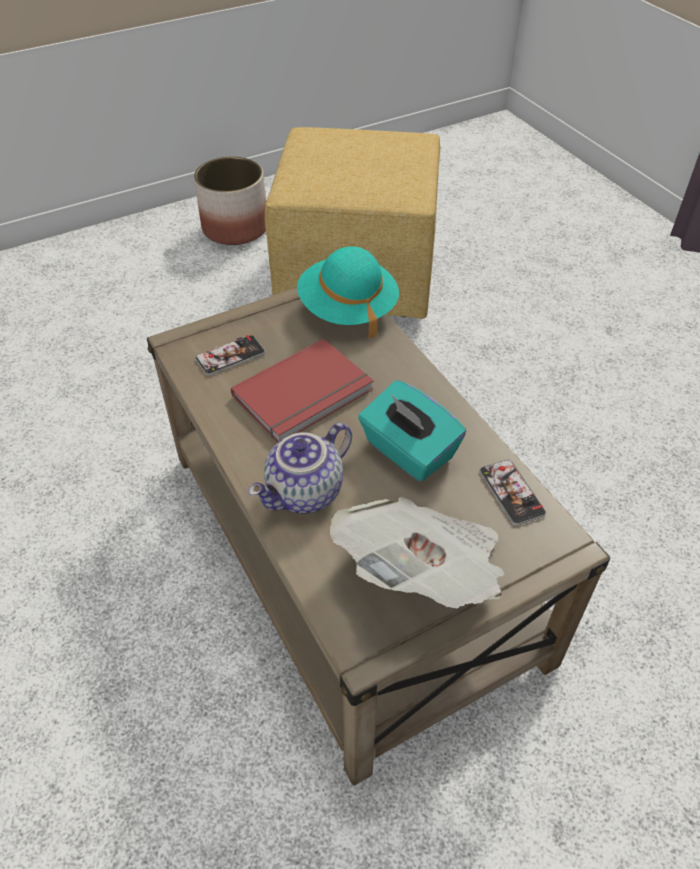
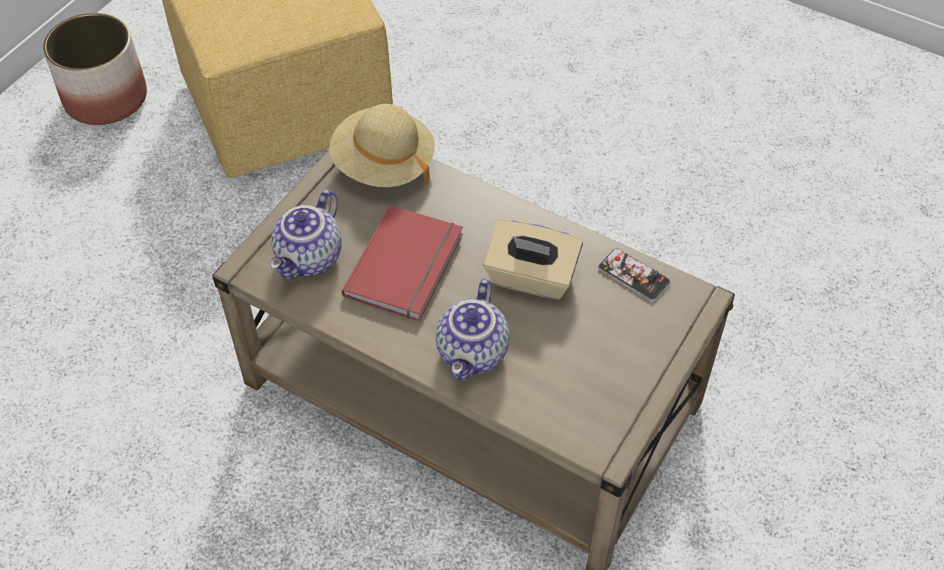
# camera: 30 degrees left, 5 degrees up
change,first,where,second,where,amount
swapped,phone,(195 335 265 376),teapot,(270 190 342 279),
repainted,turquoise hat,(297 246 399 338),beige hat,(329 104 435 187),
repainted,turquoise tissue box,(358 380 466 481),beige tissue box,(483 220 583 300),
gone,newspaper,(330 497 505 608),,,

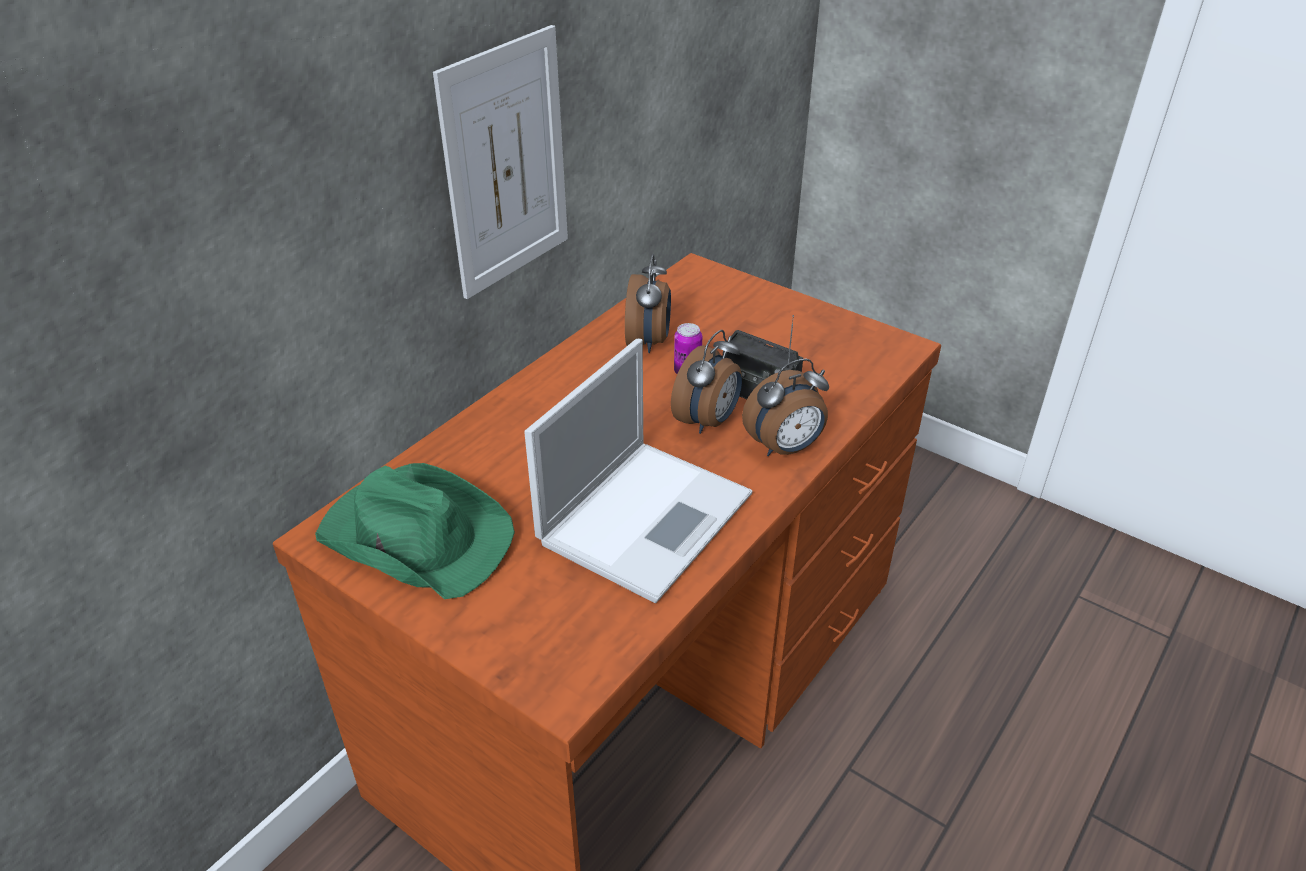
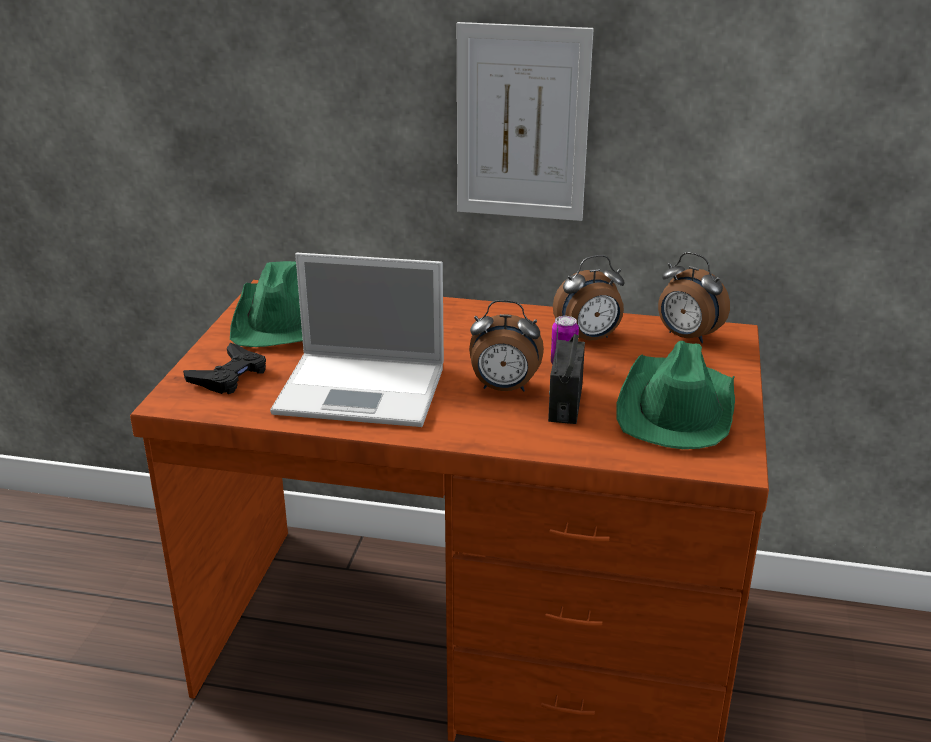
# camera: 65 degrees right, 10 degrees down
change,first,where,second,where,amount
new,,,black game controller,(183 343 266 394),
new,,,green hat,(616 341 735 449),
shifted,alarm clock,(742 359 829 456),,(658 252 730 343),

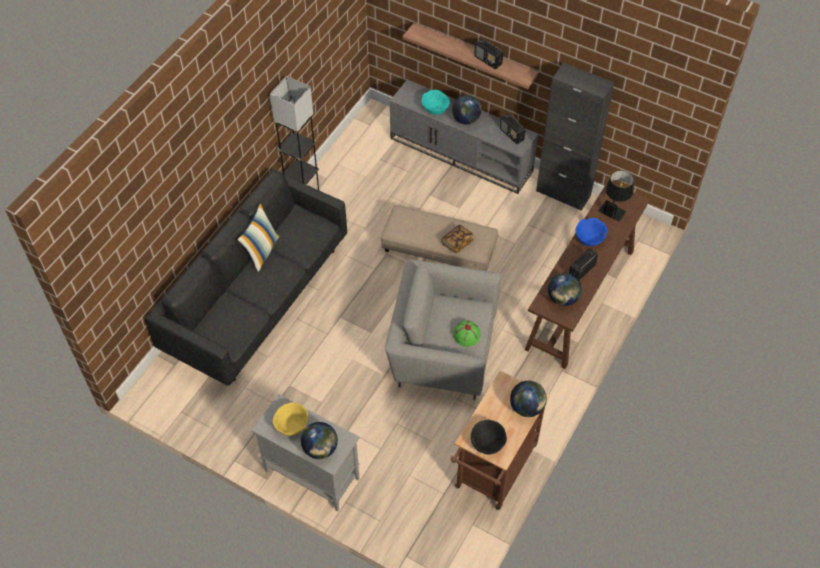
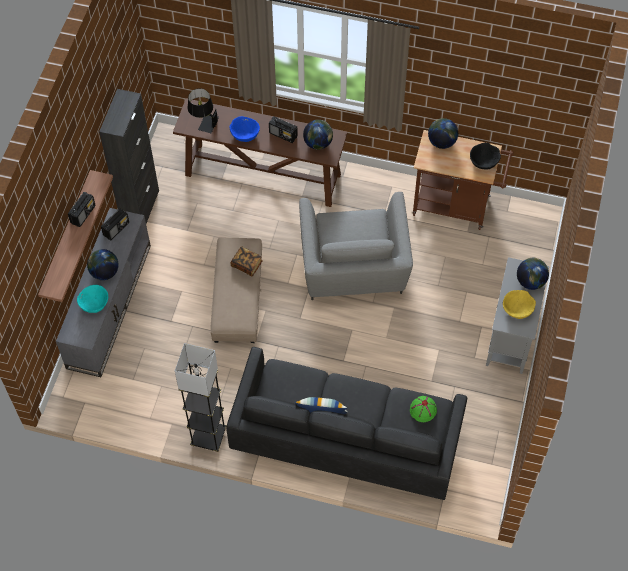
# camera: 105 degrees left, 5 degrees up
change,first,where,second,where,amount
shifted,green hat,(453 321 481 347),,(410 396 437 422),

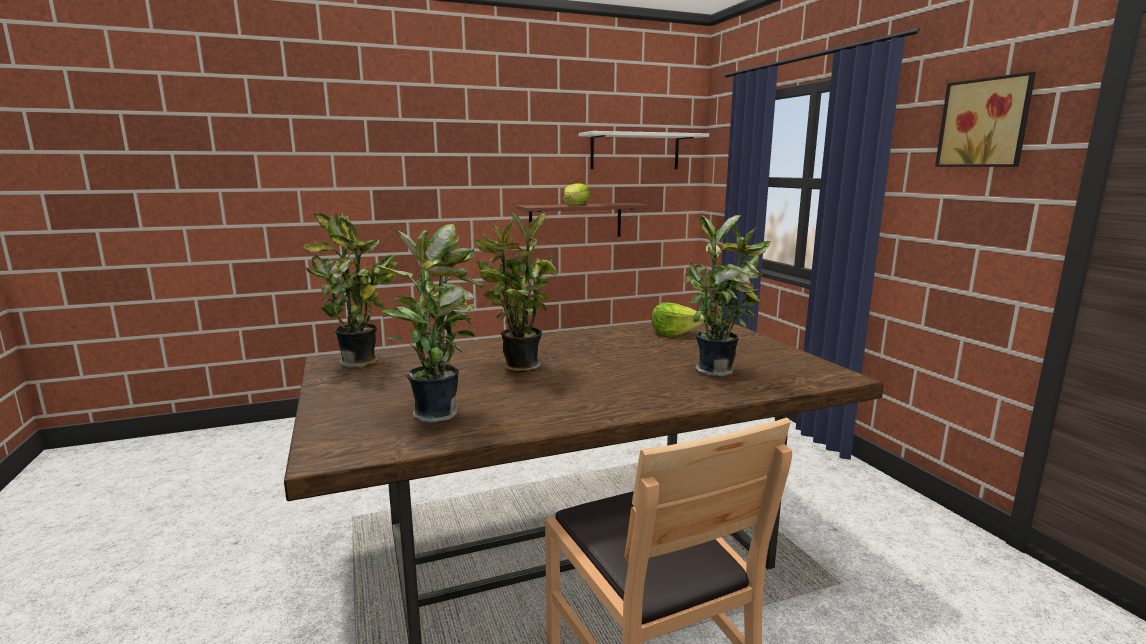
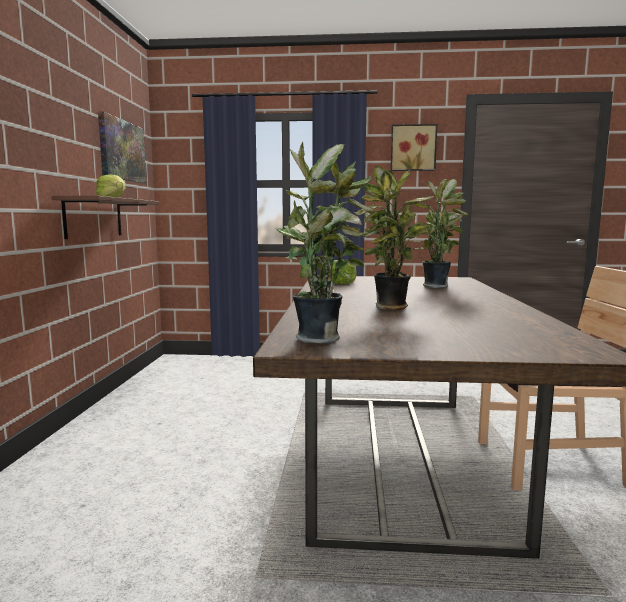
# camera: 65 degrees left, 5 degrees down
change,first,where,second,where,amount
swapped,white shelf,(578 131 709 169),picture,(98 111 146 183),
gone,potted plant,(377 224 487 423),,,

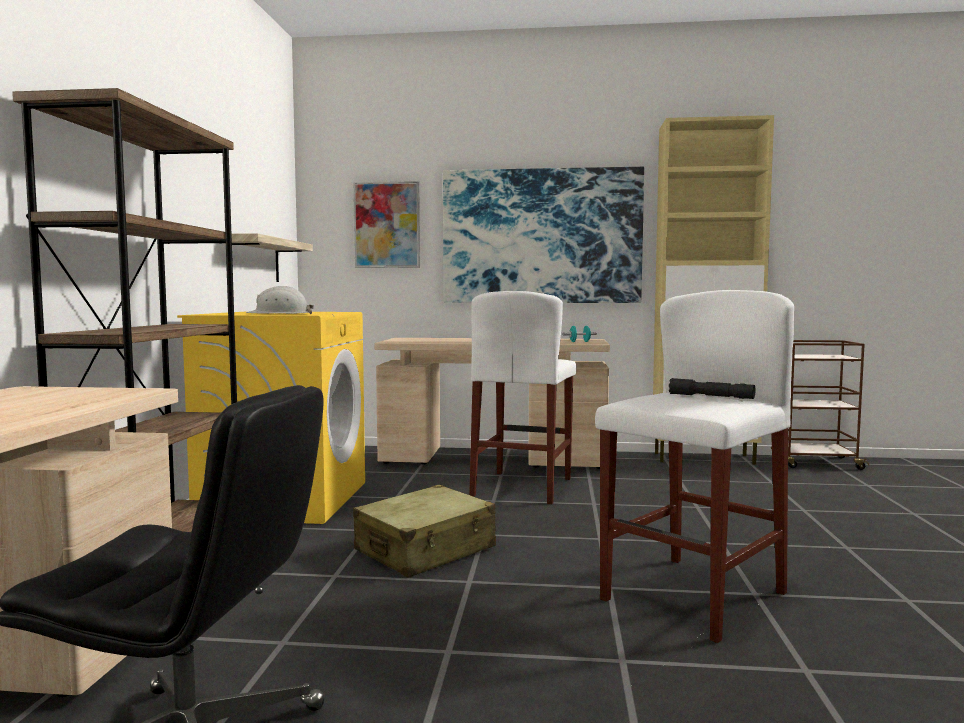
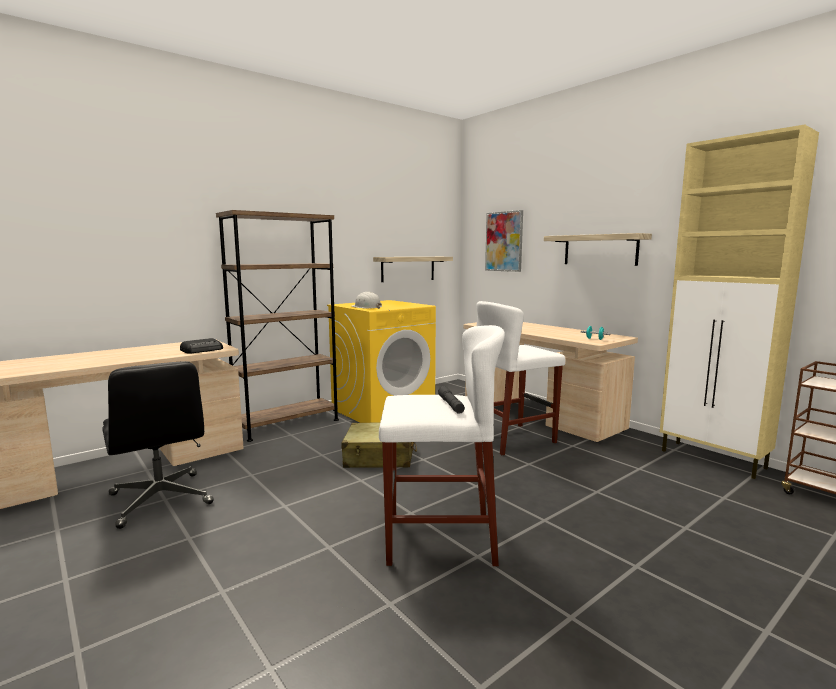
# camera: 45 degrees right, 5 degrees up
change,first,where,second,where,amount
new,,,radio,(180 338 223 354),
swapped,picture,(443 167 644 303),shelf,(544 233 652 266),

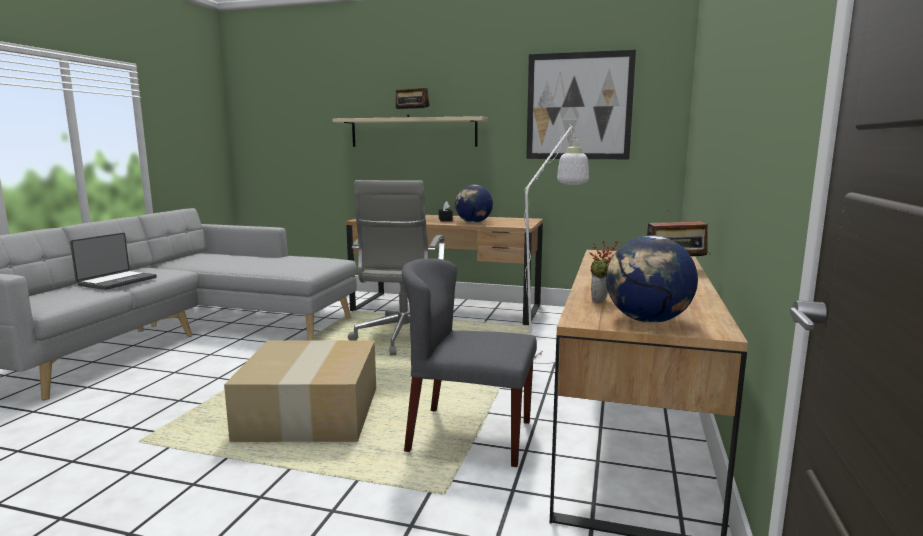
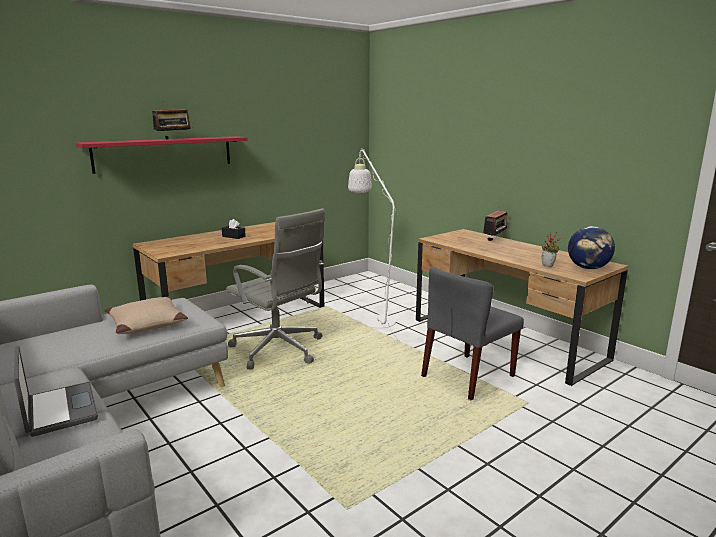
# camera: 55 degrees left, 5 degrees up
change,first,where,second,where,amount
repainted,beige shelf,(333 116 488 147),red shelf,(75 136 248 174),
new,,,beige pillow,(104 297 188 334),
gone,cardboard box,(224 340 376 442),,,
gone,globe,(455 185 493 223),,,
gone,picture,(526 50 636 159),,,

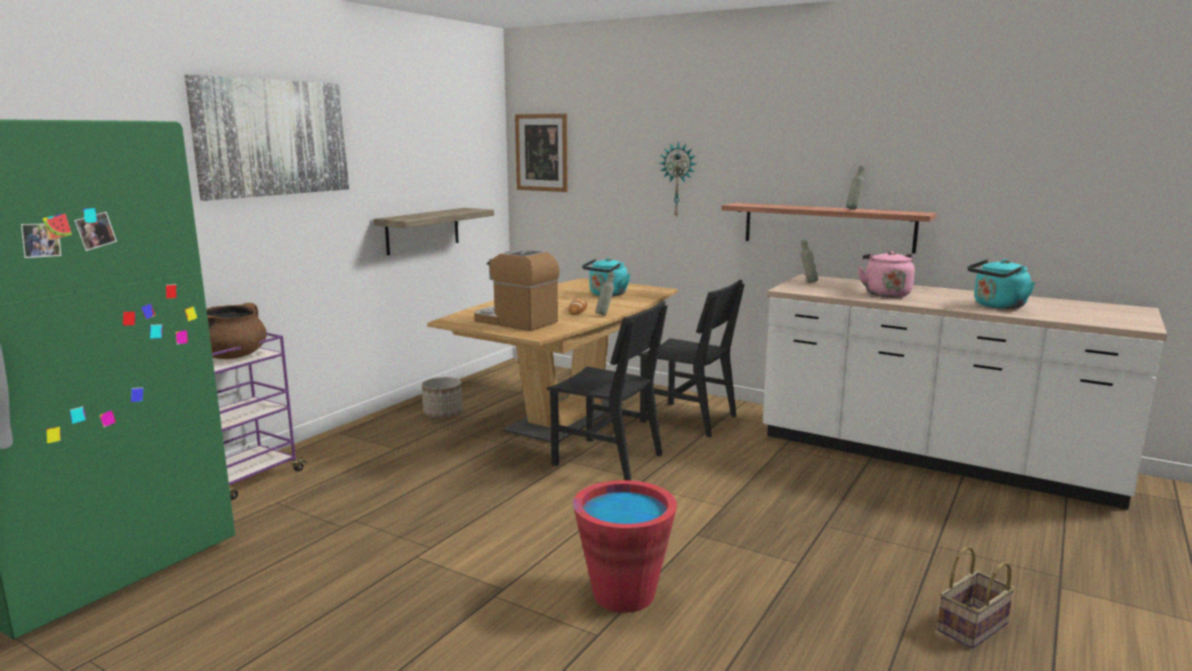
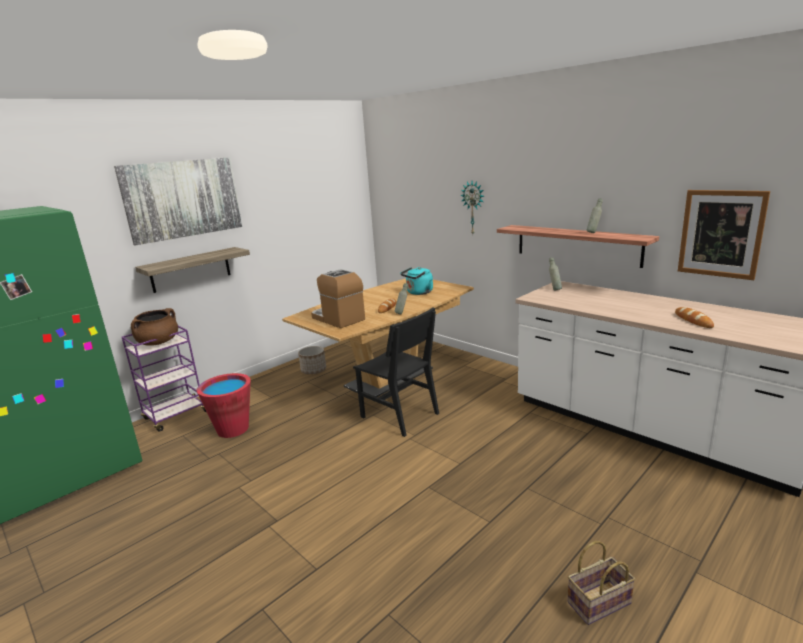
# camera: 15 degrees right, 5 degrees up
change,first,where,second,where,amount
shifted,shelf,(374 208 494 255),,(135 247 250 293),
shifted,red bucket,(573 480 677 613),,(196 373 251 438),
swapped,turquoise kettle,(967 259 1035 309),bread,(675 307 714 328),
shifted,picture,(515 114 568 192),,(678 190 770 280),
gone,black chair,(638 280 745 437),,,
gone,pink kettle,(858 251 915 297),,,

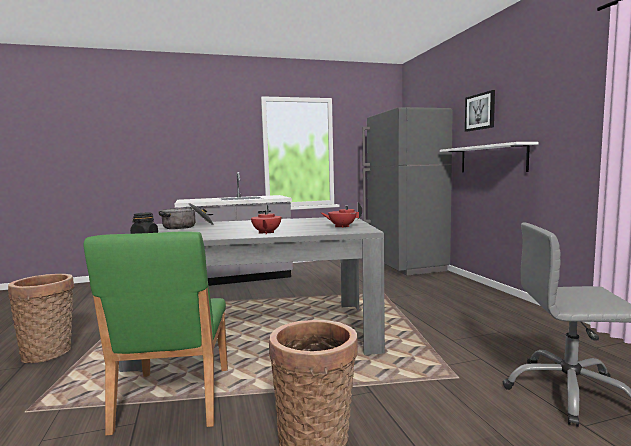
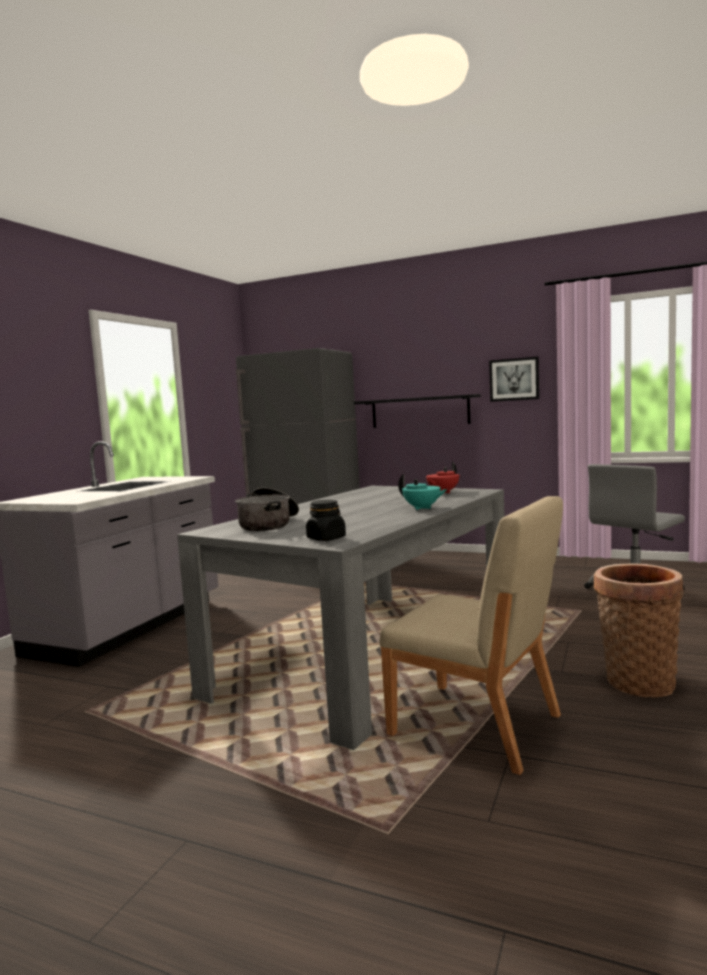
# camera: 50 degrees left, 0 degrees up
change,first,where,second,where,amount
repainted,white shelf,(440 142 538 172),black shelf,(354 394 480 428),
repainted,green chair,(83 231 228 436),beige chair,(379 496 563 775),
repainted,red teapot,(251 205 281 234),turquoise teapot,(398 474 448 510),
shifted,picture,(465 90 495 132),,(489 357 539 402),
gone,basket,(8 274 74 363),,,

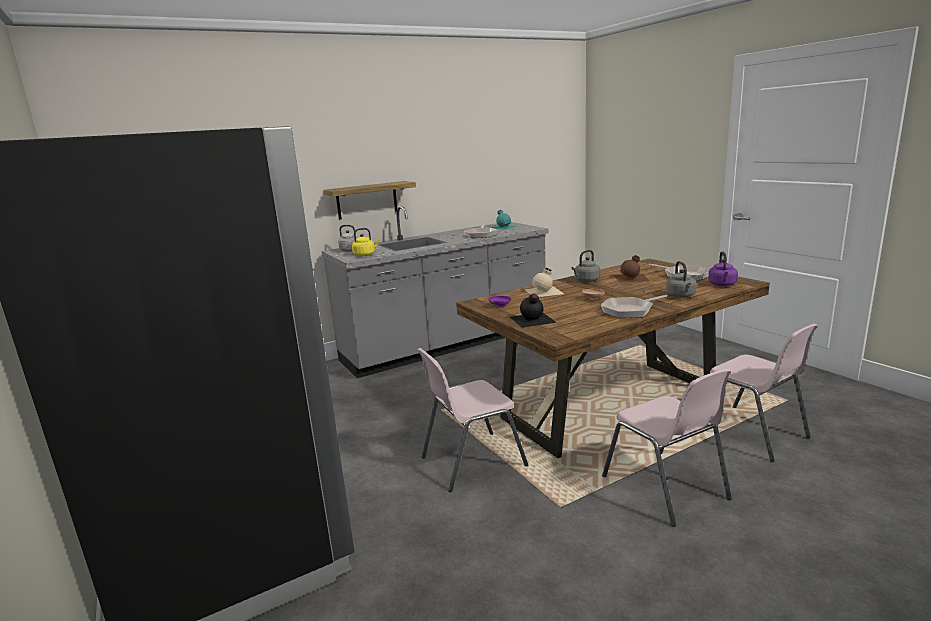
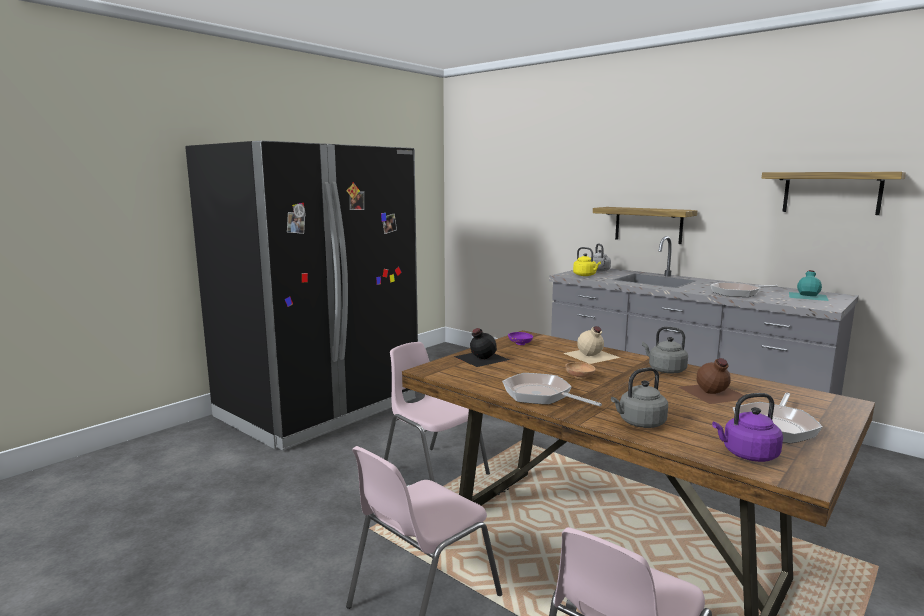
# camera: 70 degrees right, 5 degrees down
change,first,where,second,where,amount
new,,,shelf,(762 172 906 215),

